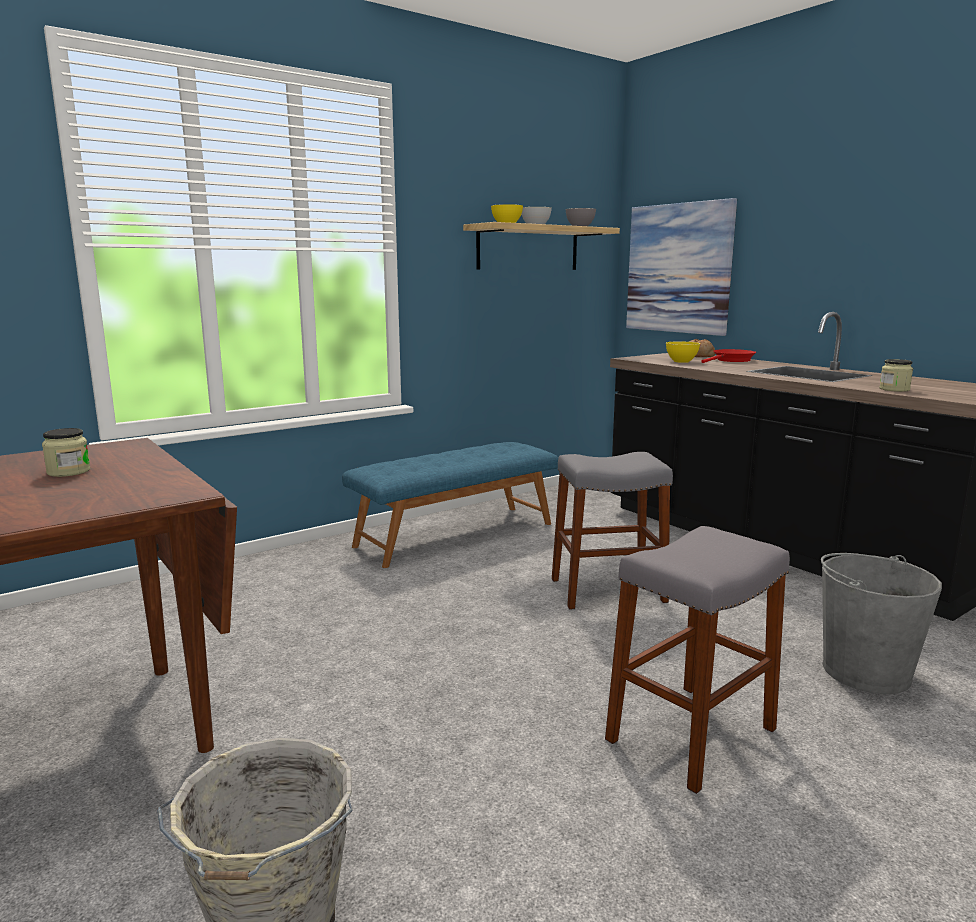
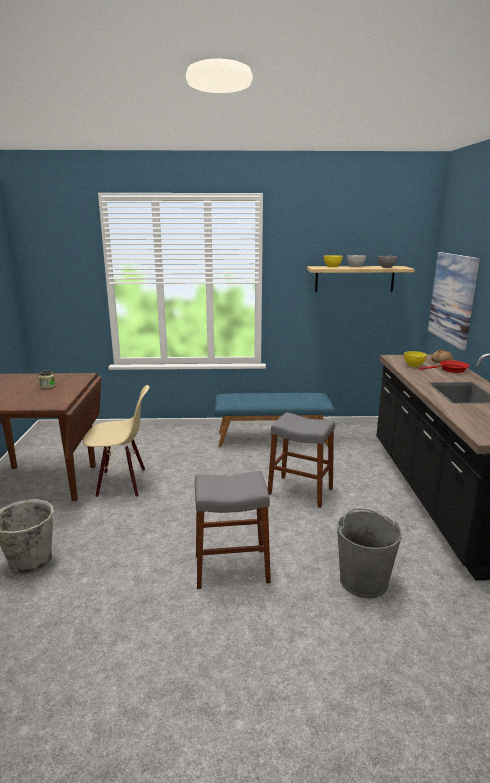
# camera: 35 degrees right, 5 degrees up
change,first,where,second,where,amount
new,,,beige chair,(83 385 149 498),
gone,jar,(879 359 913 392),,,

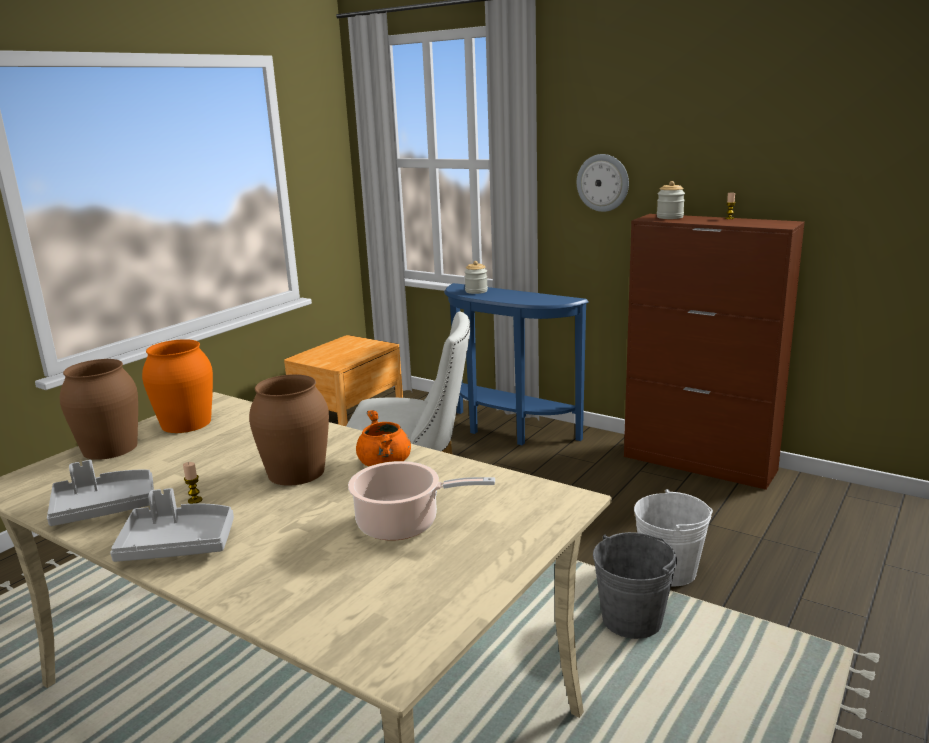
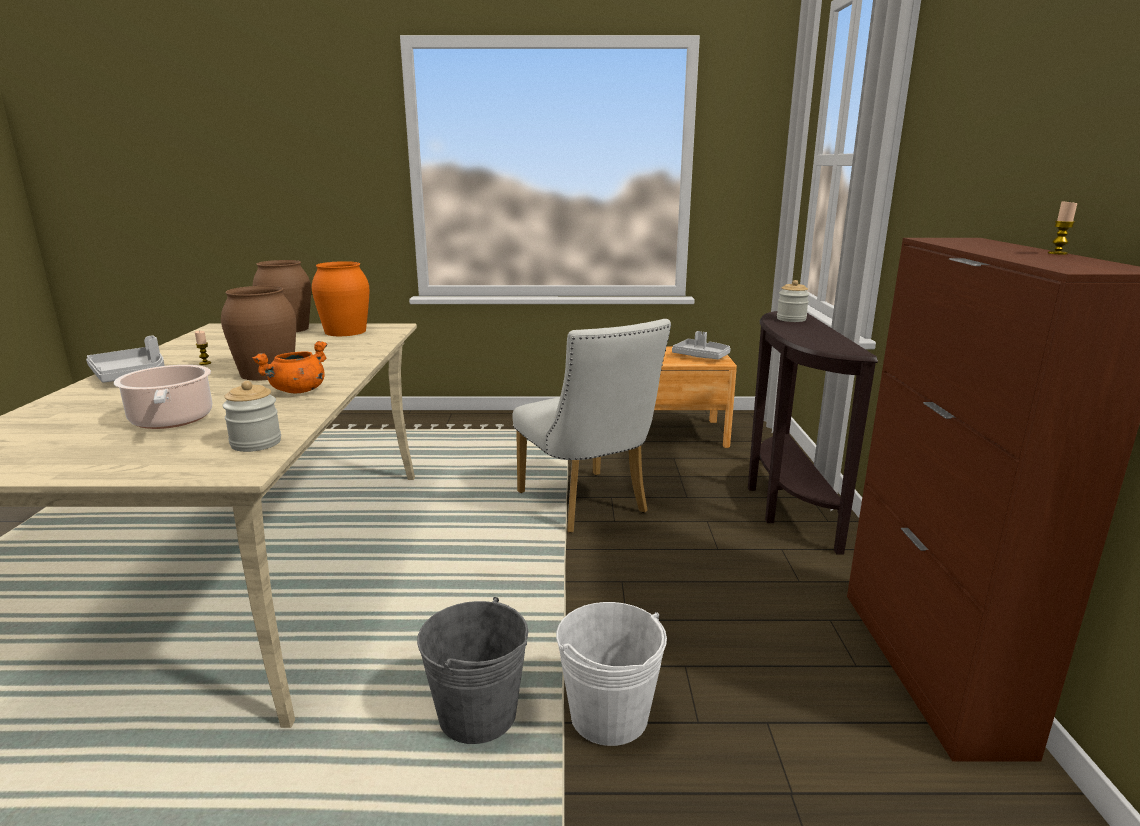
# camera: 55 degrees right, 0 degrees up
change,first,where,second,where,amount
shifted,jar,(657 181 685 219),,(222 381 281 452),
shifted,grey tray,(47 460 154 526),,(672 331 731 359),
repainted,blue console table,(444 283 589 445),brown console table,(748 311 878 554),
gone,wall clock,(577 154 629 212),,,

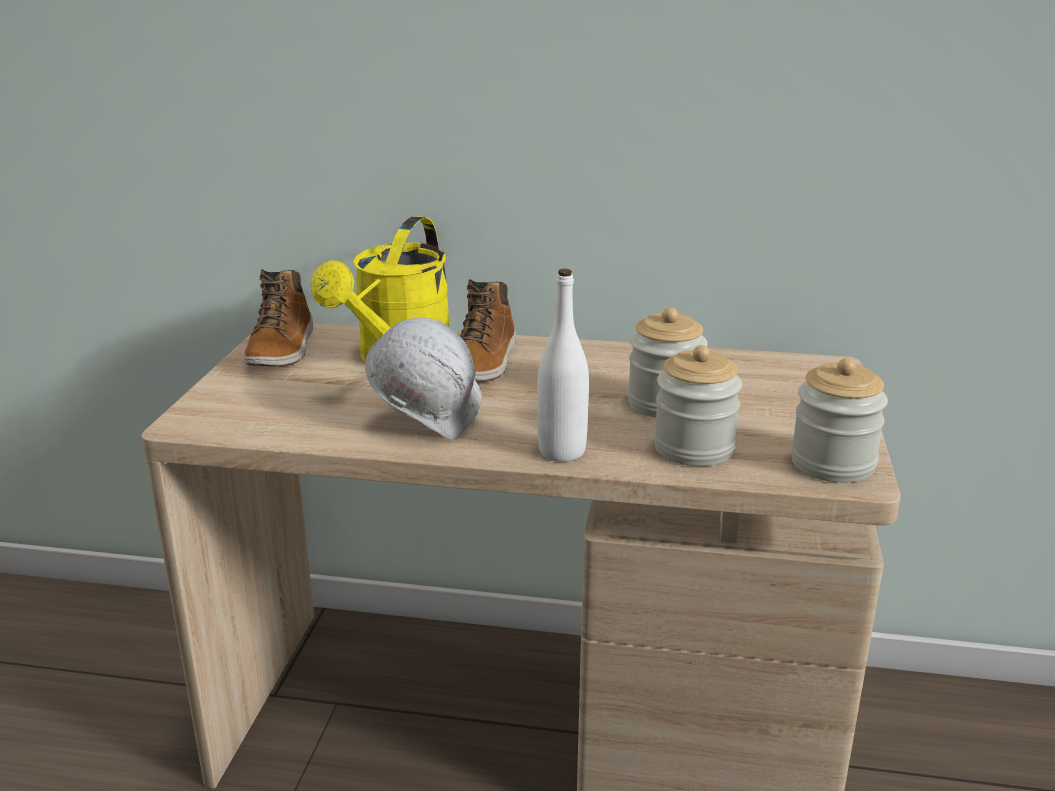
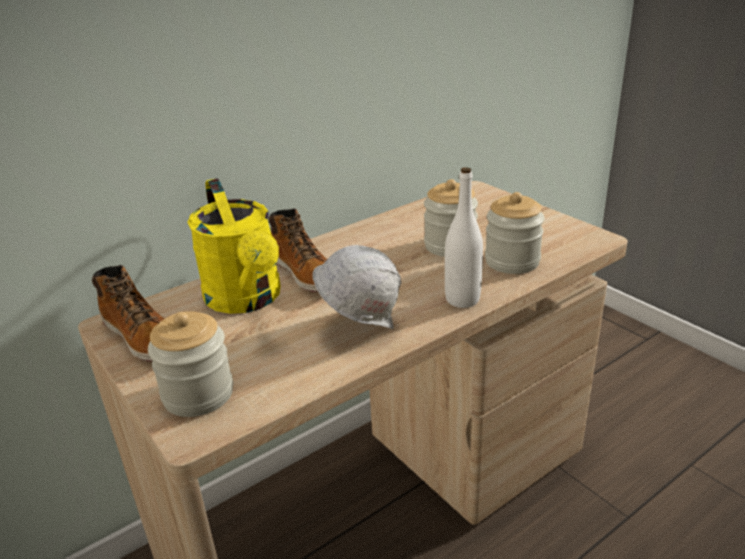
# camera: 45 degrees left, 5 degrees up
change,first,where,second,where,amount
shifted,jar,(791 358 888 483),,(148 311 233 417),

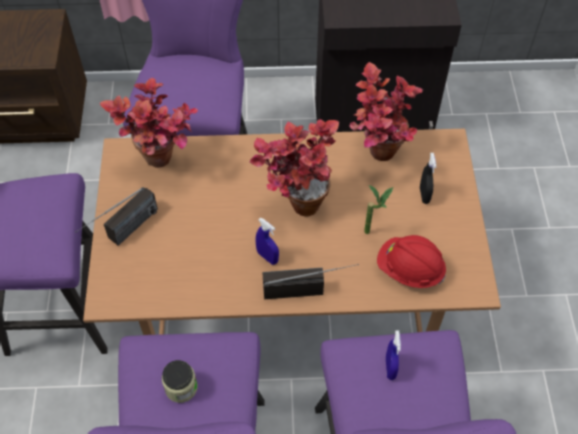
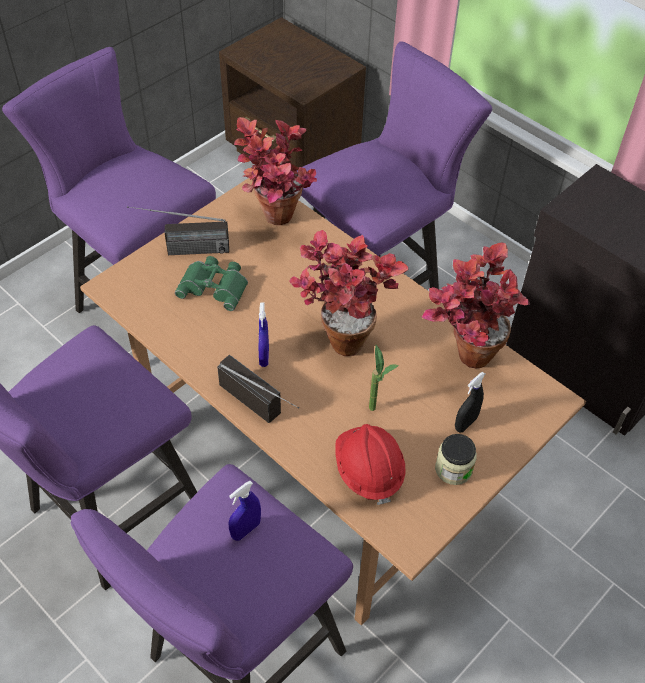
# camera: 45 degrees right, 5 degrees down
change,first,where,second,where,amount
new,,,green binoculars,(175 256 248 311),
shifted,jar,(162 360 198 403),,(435 434 477 485),

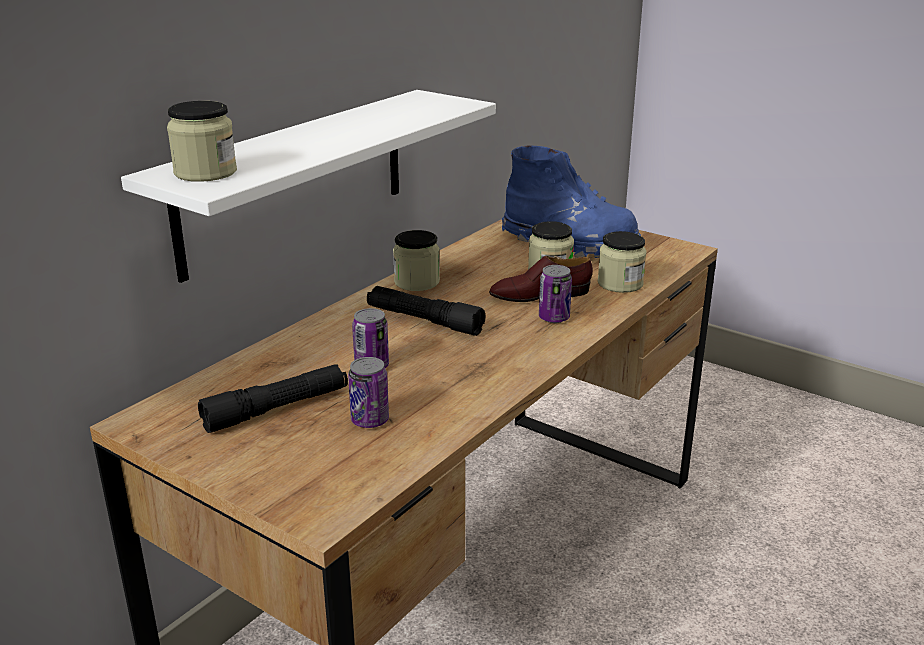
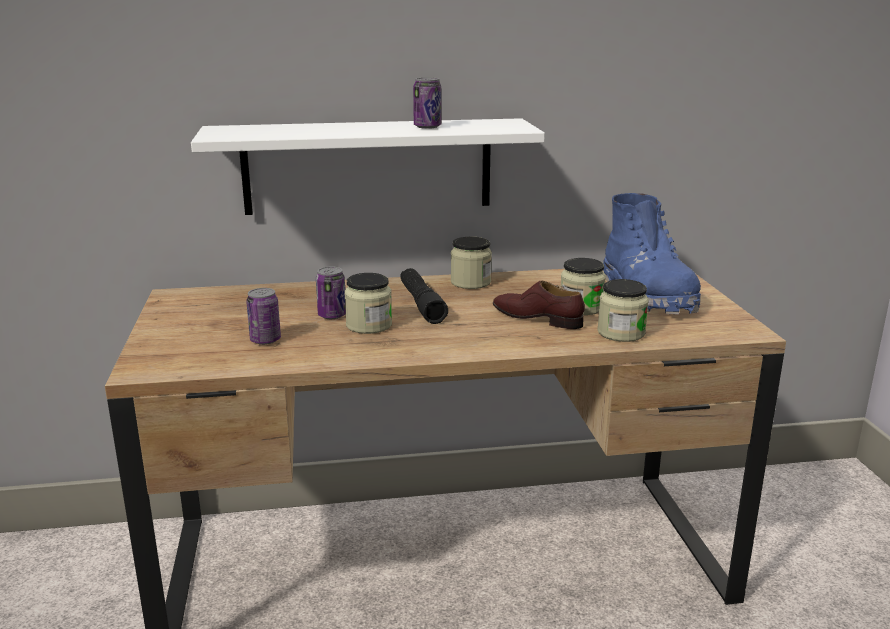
# camera: 45 degrees right, 5 degrees down
change,first,where,second,where,amount
shifted,jar,(167 101 237 182),,(345 273 392 334),
shifted,can,(539 265 572 323),,(413 78 441 129),
gone,black flashlight,(198 364 348 433),,,

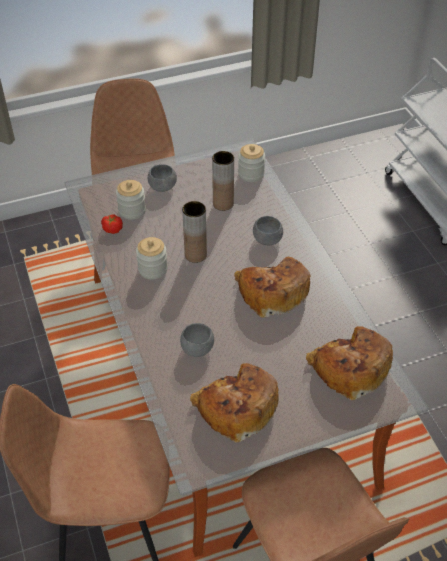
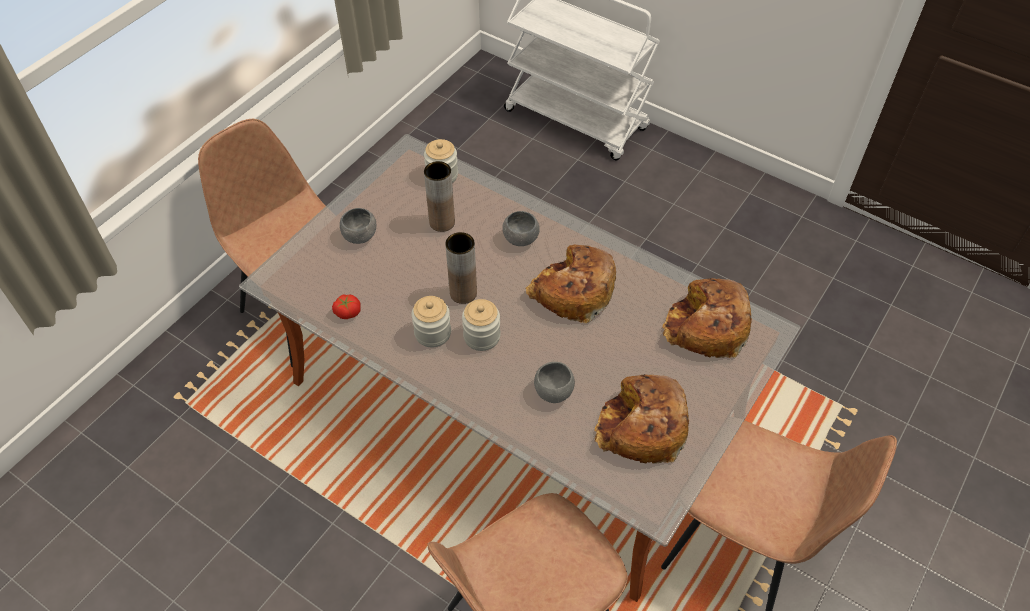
# camera: 35 degrees left, 5 degrees up
change,first,where,second,where,amount
shifted,jar,(116 180 146 220),,(462 299 500 351),

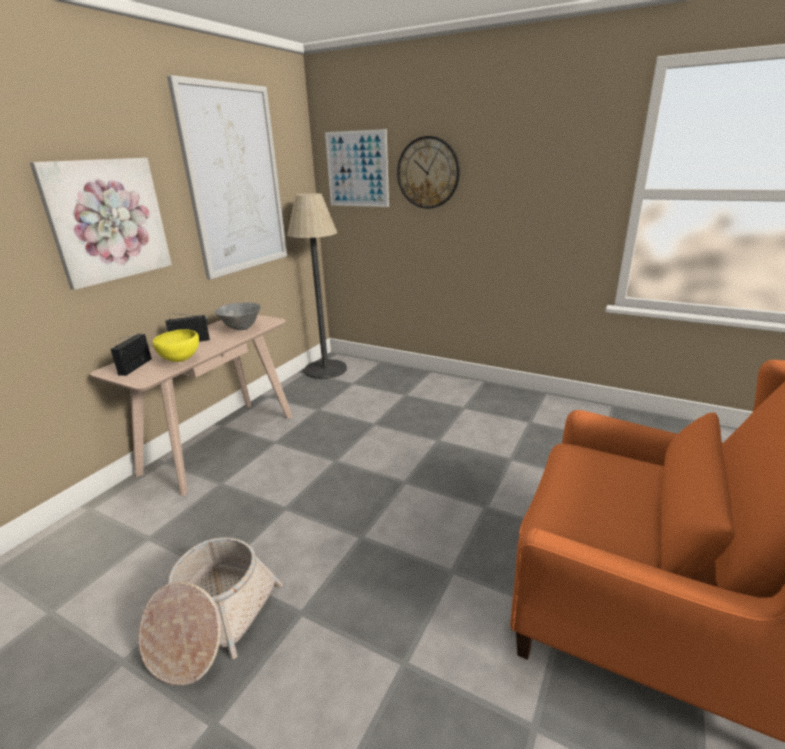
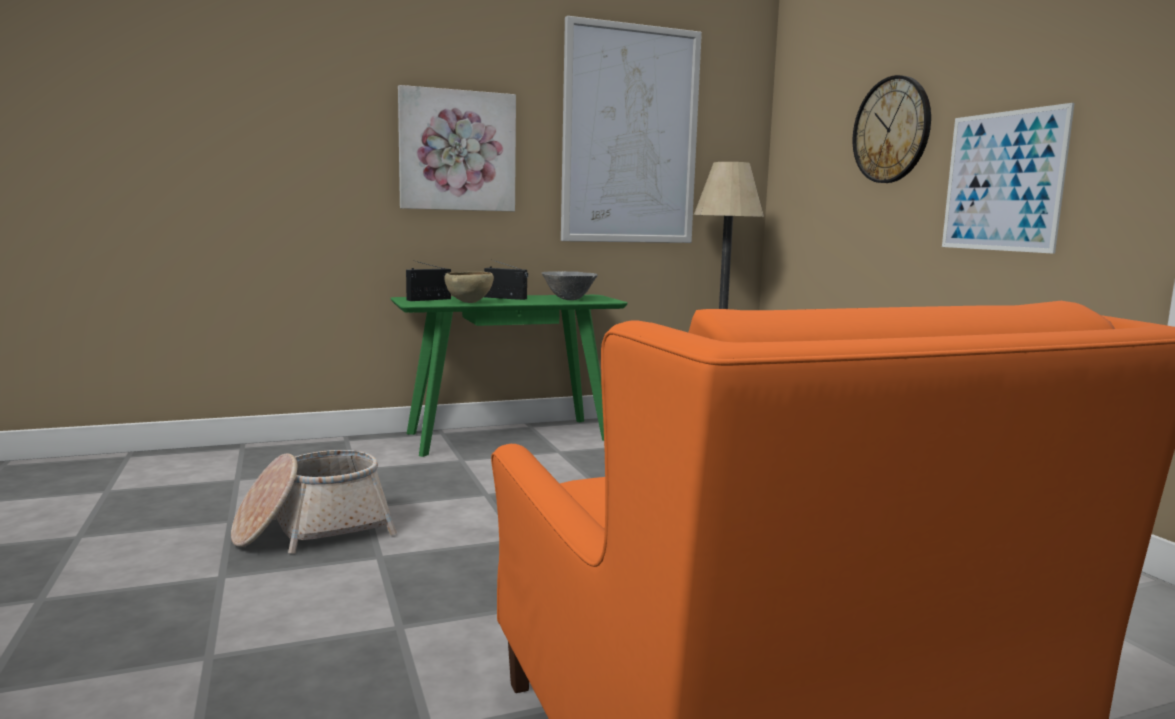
# camera: 40 degrees right, 15 degrees down
change,first,where,second,where,amount
repainted,beige console table,(90 315 293 496),green console table,(390 295 628 457),
repainted,yellow bowl,(153 329 199 362),brown bowl,(444 272 494 303),
shifted,picture,(325 129 389 207),,(942 103 1075 254),

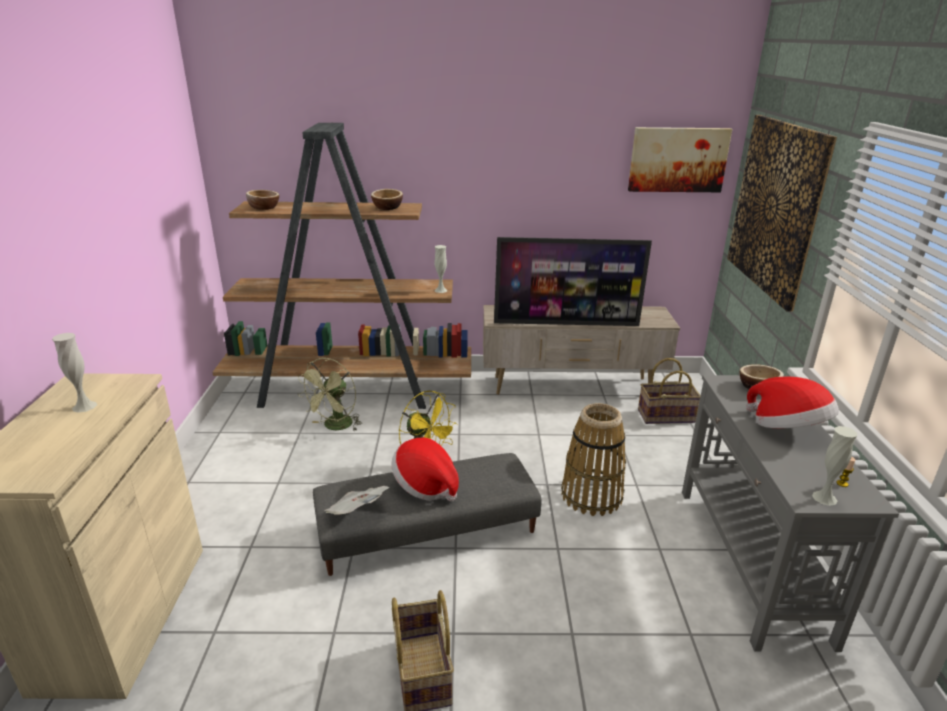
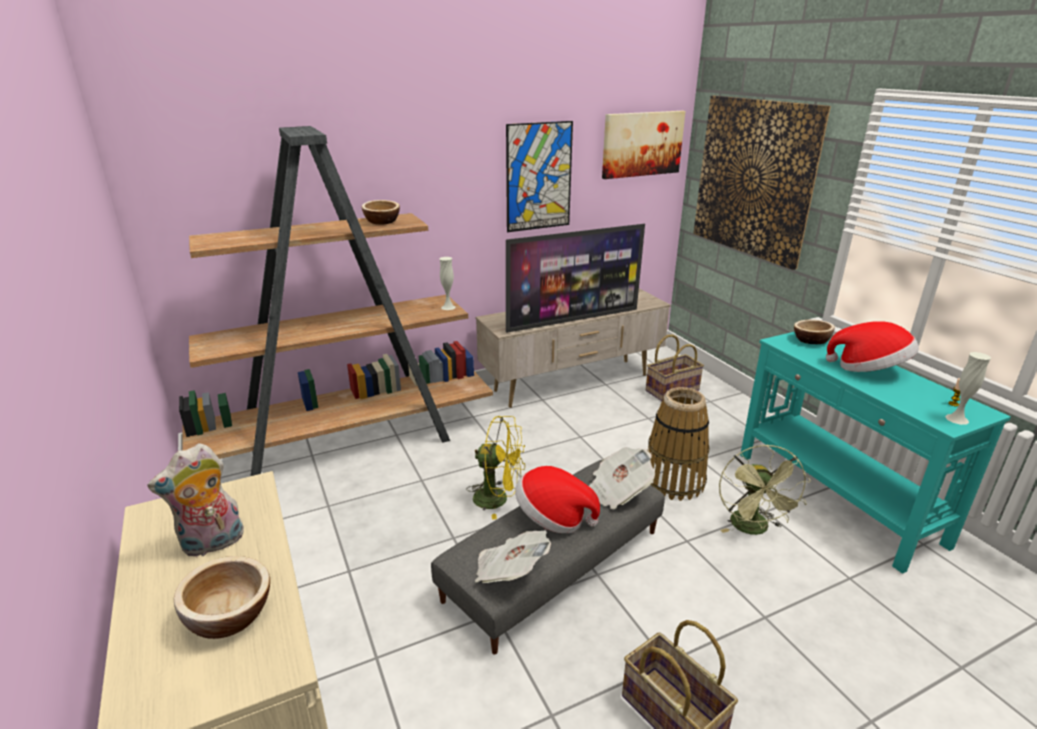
# camera: 25 degrees left, 0 degrees up
change,first,where,second,where,amount
swapped,white vase,(52 333 97 413),plush toy,(147 443 244 557),
shifted,bowl,(246 190 279 210),,(174 556 270 639),
new,,,picture,(506 121 573 232),
new,,,newspaper,(589 447 655 509),
shifted,green fan,(298 358 362 431),,(719 444 811 535),
repainted,grey console table,(682 375 899 652),turquoise console table,(740 332 1011 574),

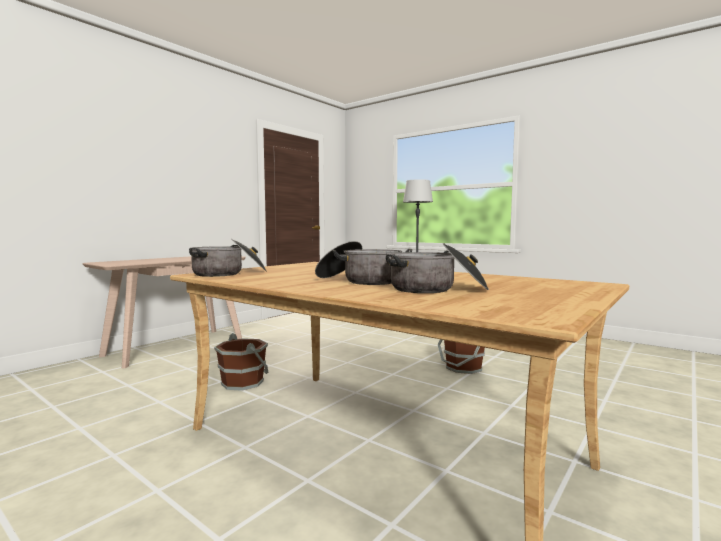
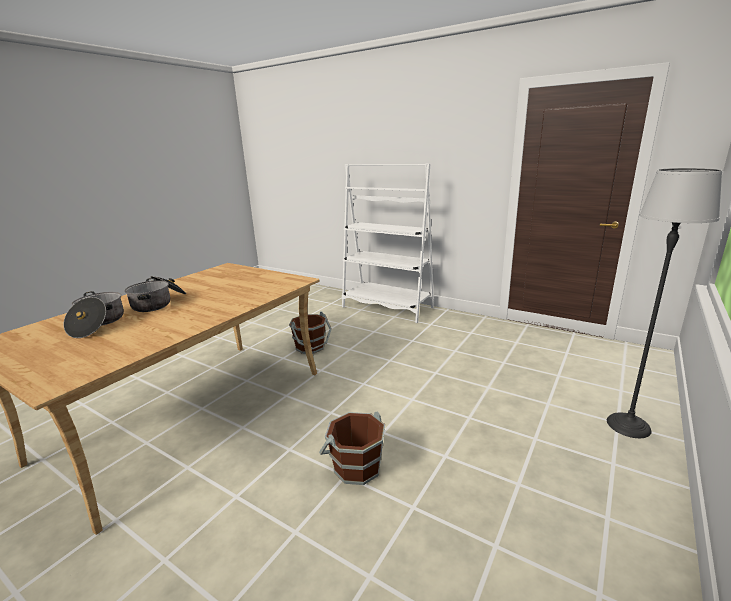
# camera: 85 degrees right, 15 degrees up
change,first,where,second,where,amount
swapped,beige console table,(82 256 246 368),white bookcase,(342 164 434 323),
gone,cooking pot,(189 239 267 277),,,

